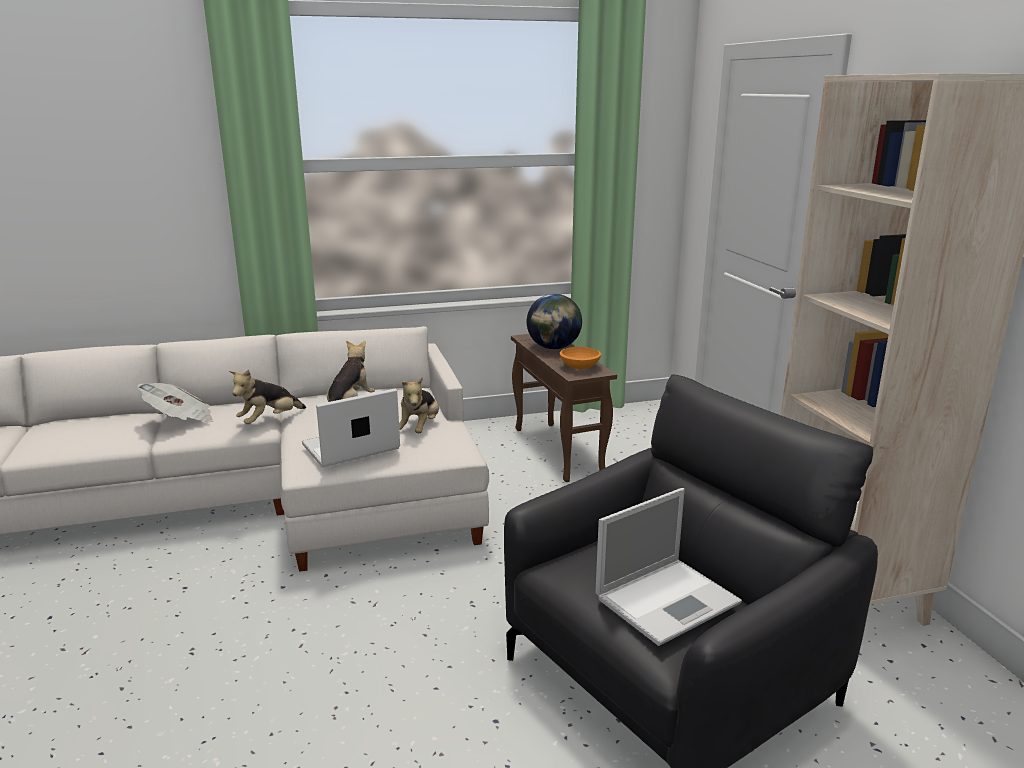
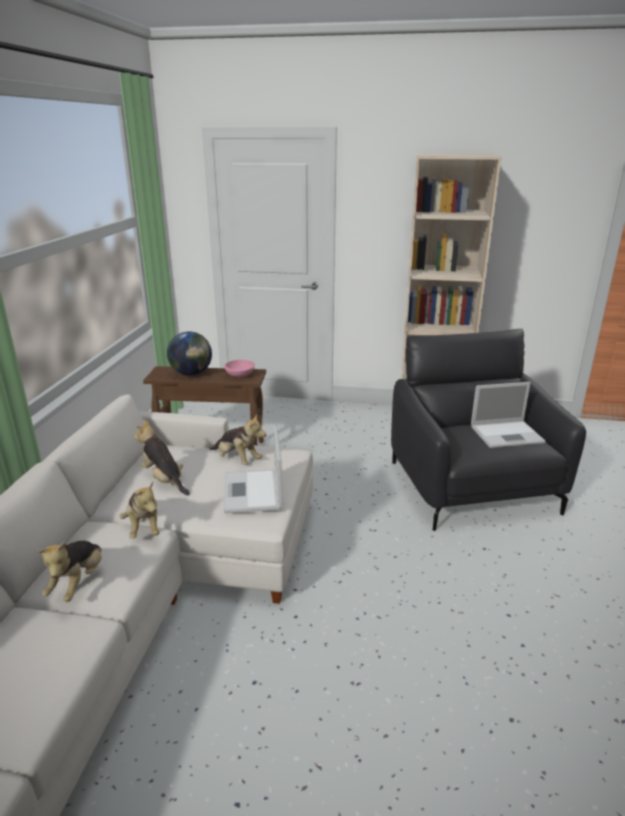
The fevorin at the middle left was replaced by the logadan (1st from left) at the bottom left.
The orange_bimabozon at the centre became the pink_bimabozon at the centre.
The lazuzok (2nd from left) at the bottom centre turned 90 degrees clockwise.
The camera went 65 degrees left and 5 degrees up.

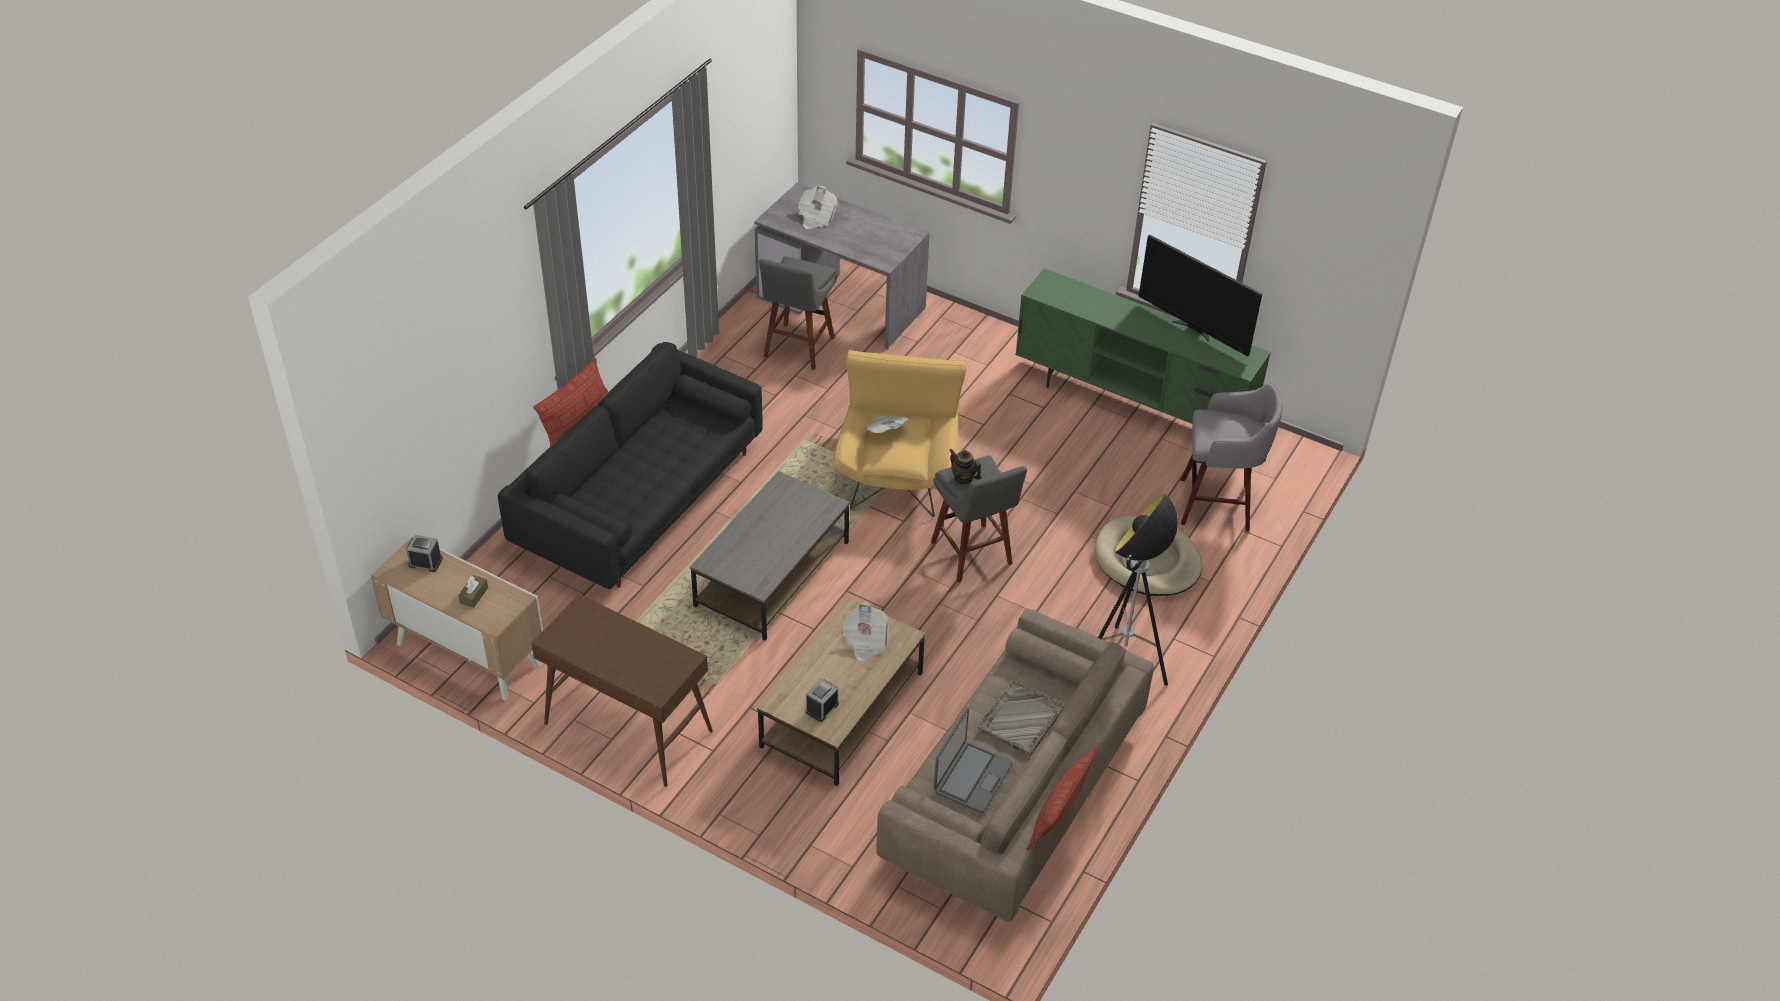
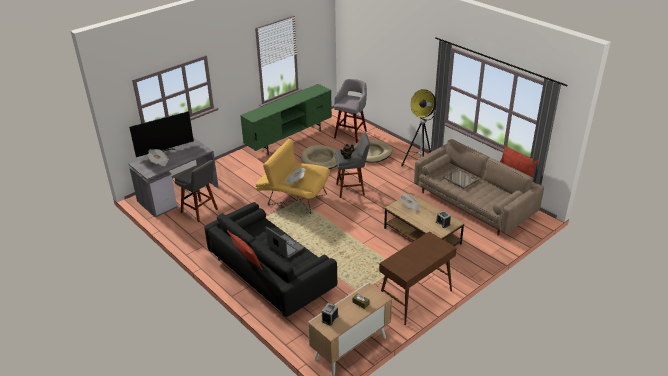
The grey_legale at the centre disappeared.
The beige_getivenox (1st from left) at the centre appeared.
The lazuzok moved from the bottom centre to the centre.
The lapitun moved from the top right to the middle left.
The camera went 70 degrees left and 10 degrees down.

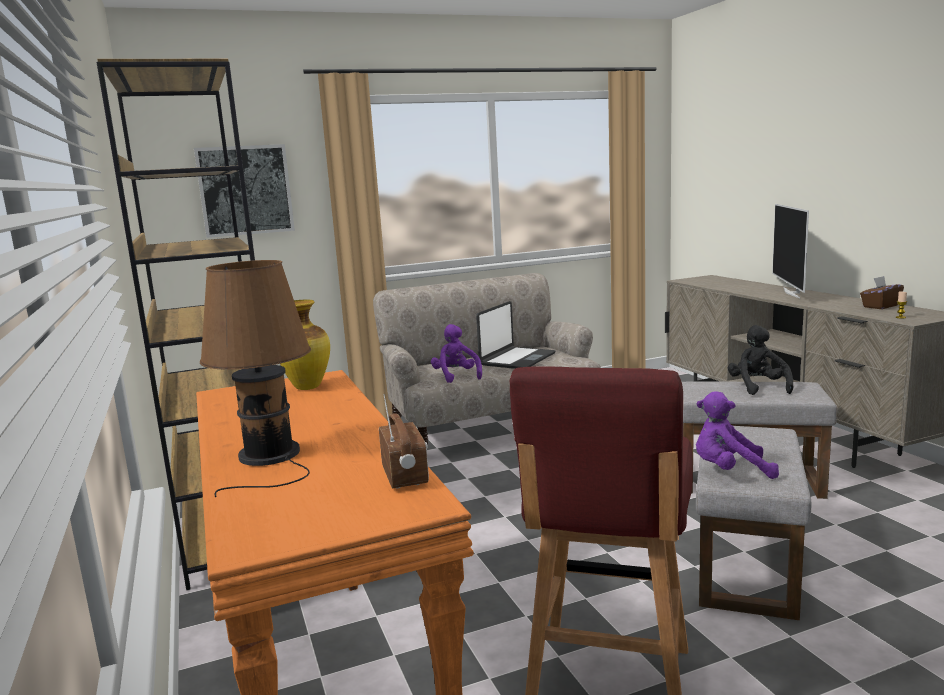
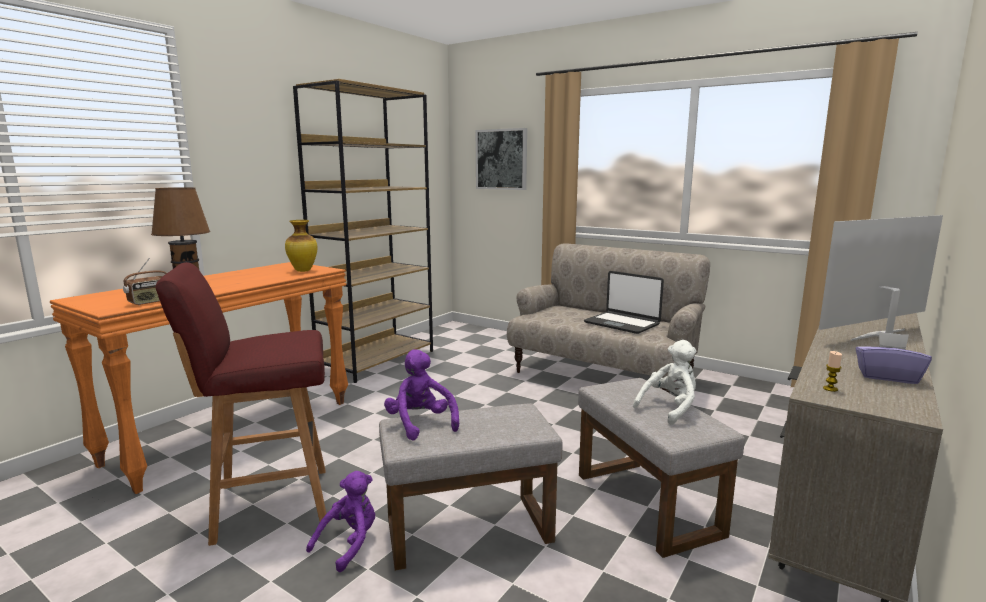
The purple_logadan (1st from left) moved from the centre to the bottom centre.
The black_logadan at the middle right became the white_logadan at the middle right.
The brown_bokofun at the middle right became the purple_bokofun at the middle right.
The lazuzok at the centre turned 45 degrees clockwise.
The camera went 55 degrees right and 0 degrees up.

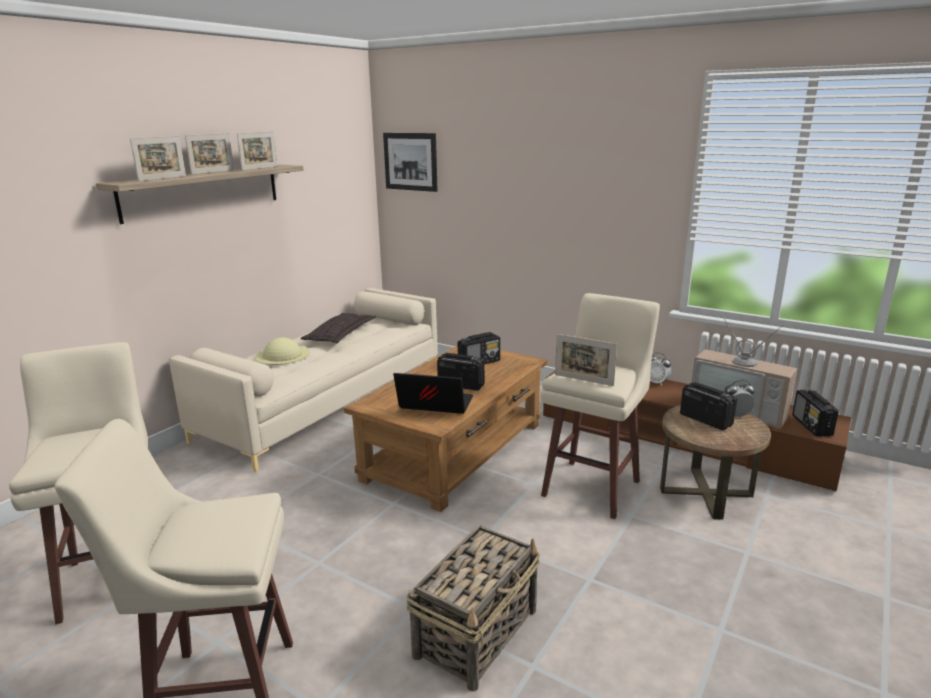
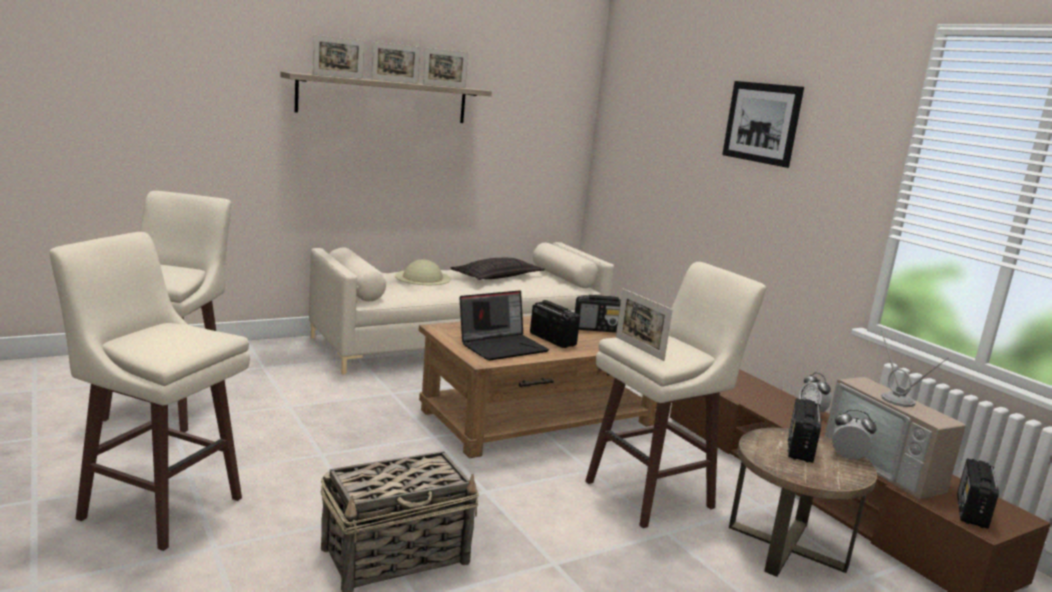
The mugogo moved from the top centre to the top right.
The lazuzok at the centre turned 105 degrees clockwise.
The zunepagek (3rd from left) at the middle right turned 150 degrees counterclockwise.
The camera went 25 degrees right and 5 degrees down.

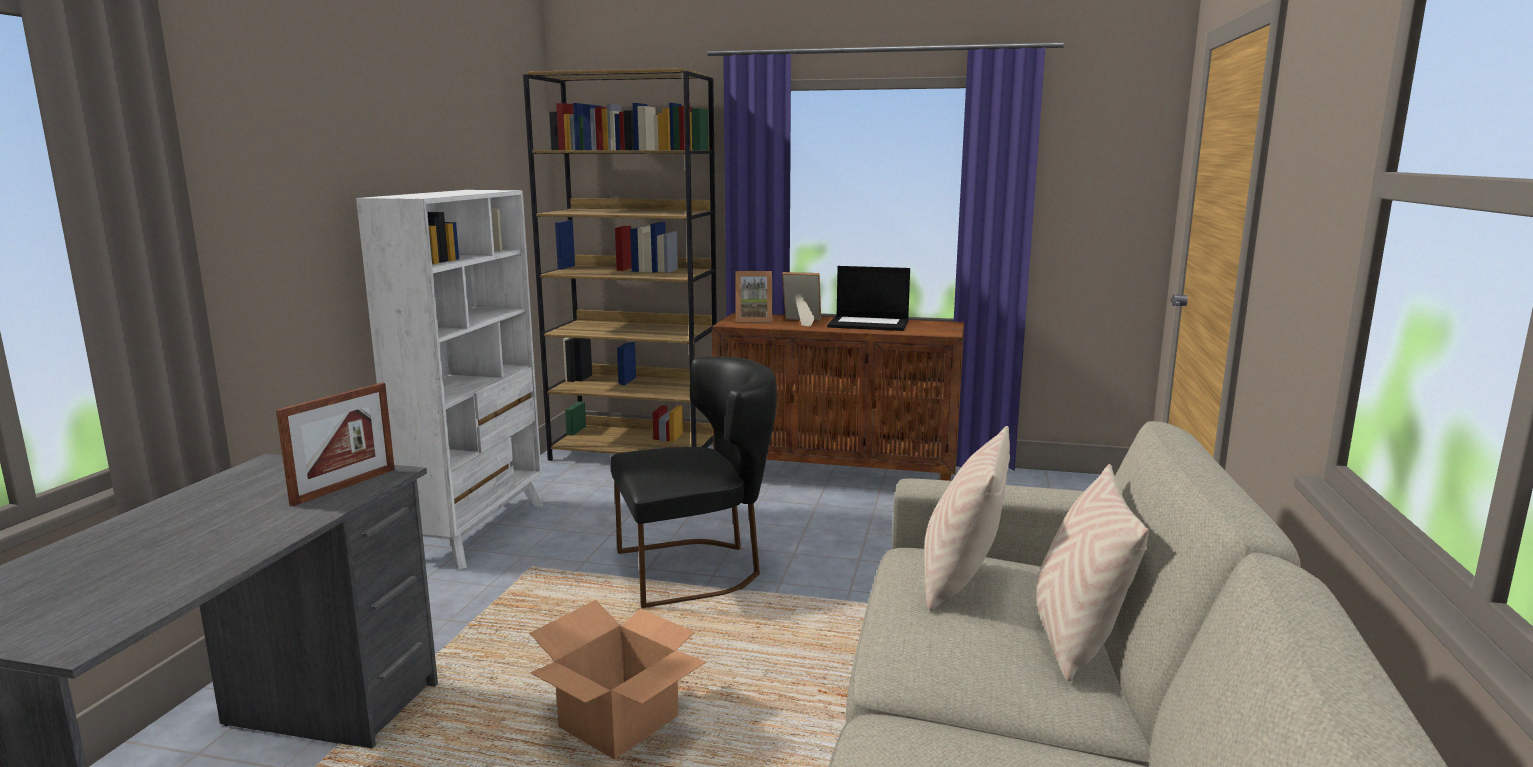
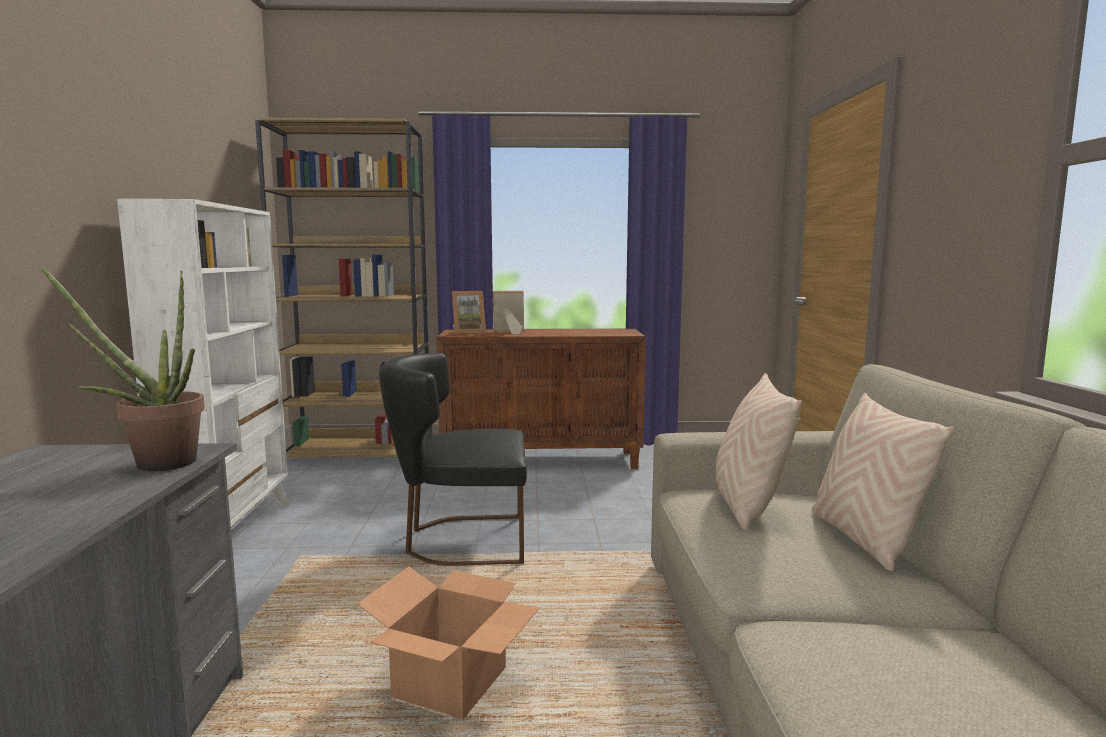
The lazuzok at the centre disappeared.
The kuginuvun (1st from left) at the middle left was replaced by the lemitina at the middle left.
The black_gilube at the centre turned 150 degrees counterclockwise.
The camera went 15 degrees left and 5 degrees down.

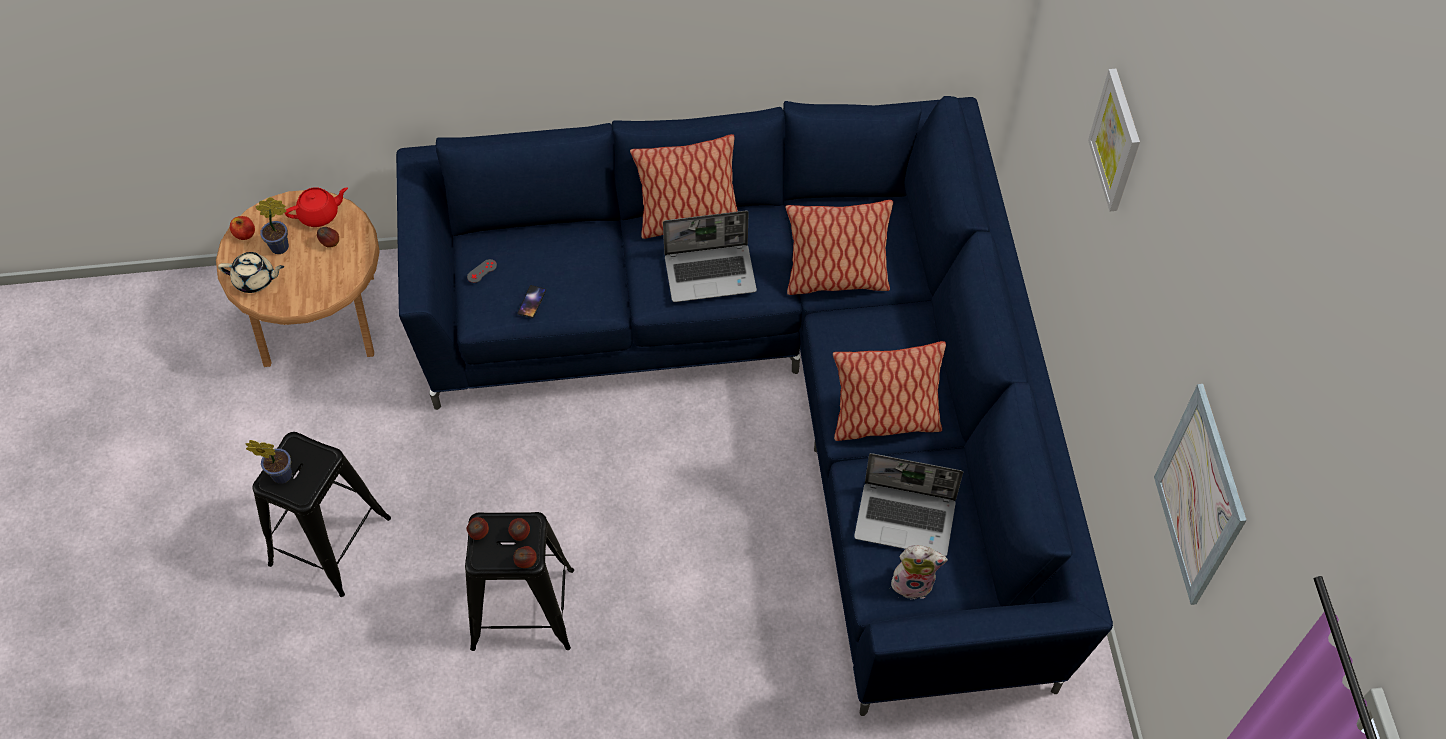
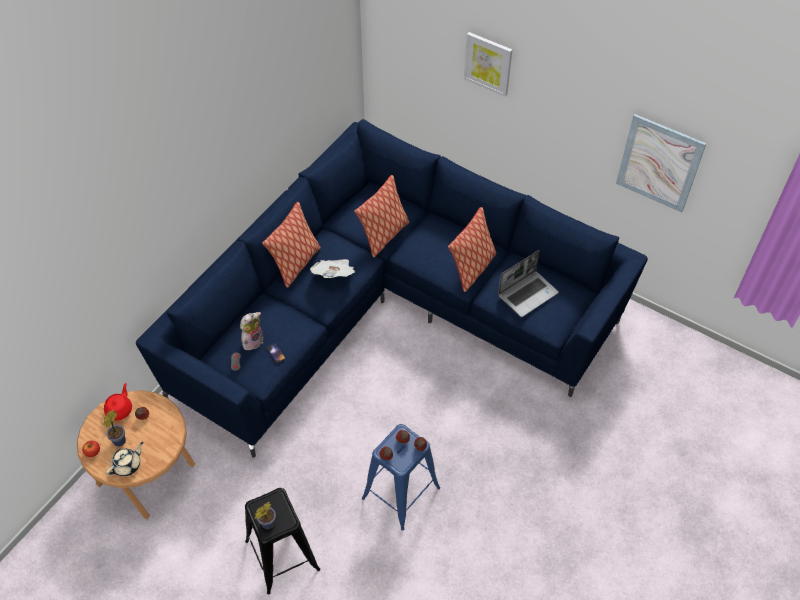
The logadan moved from the bottom centre to the middle left.
The lazuzok (1st from left) at the centre was replaced by the fevorin at the centre.
The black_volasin (2nd from left) at the bottom centre became the blue_volasin at the bottom centre.
The camera went 50 degrees left and 5 degrees down.

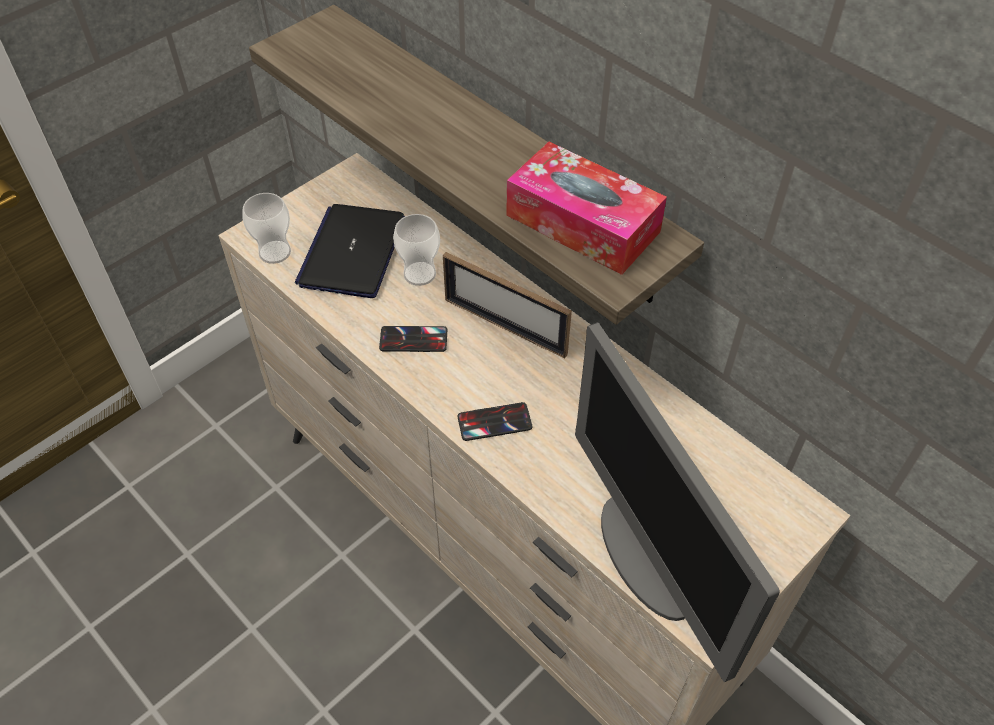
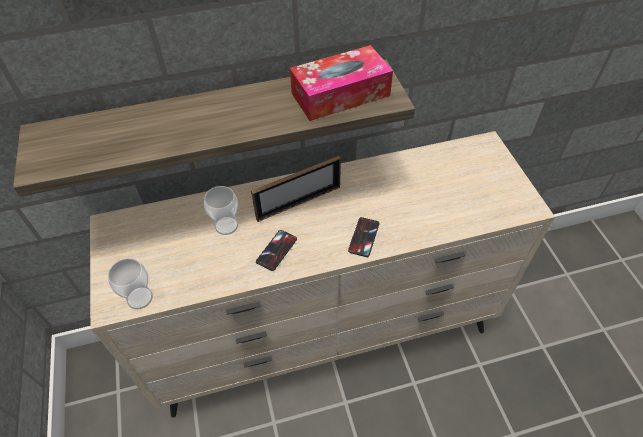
The lazuzok at the centre disappeared.
The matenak at the bottom right disappeared.
The camera went 60 degrees left and 0 degrees up.

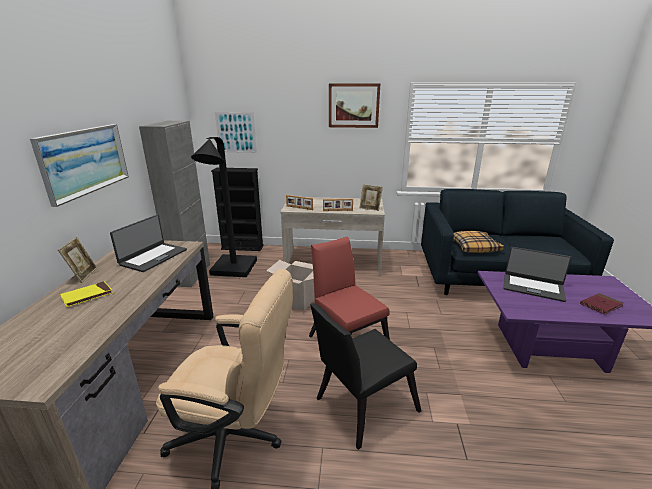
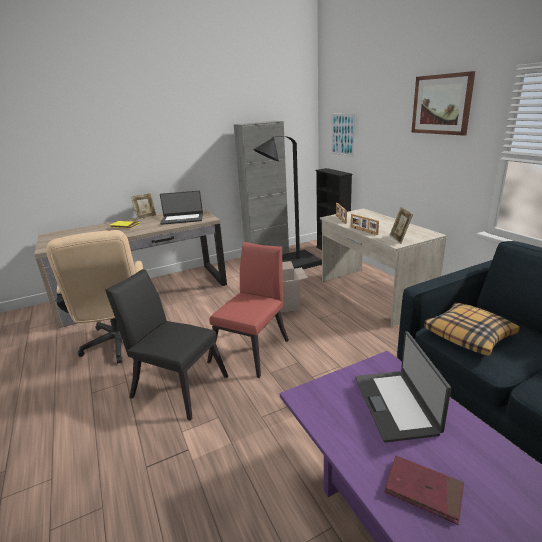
The mugogo (1st from left) at the middle left disappeared.
The camera went 60 degrees right and 0 degrees up.

